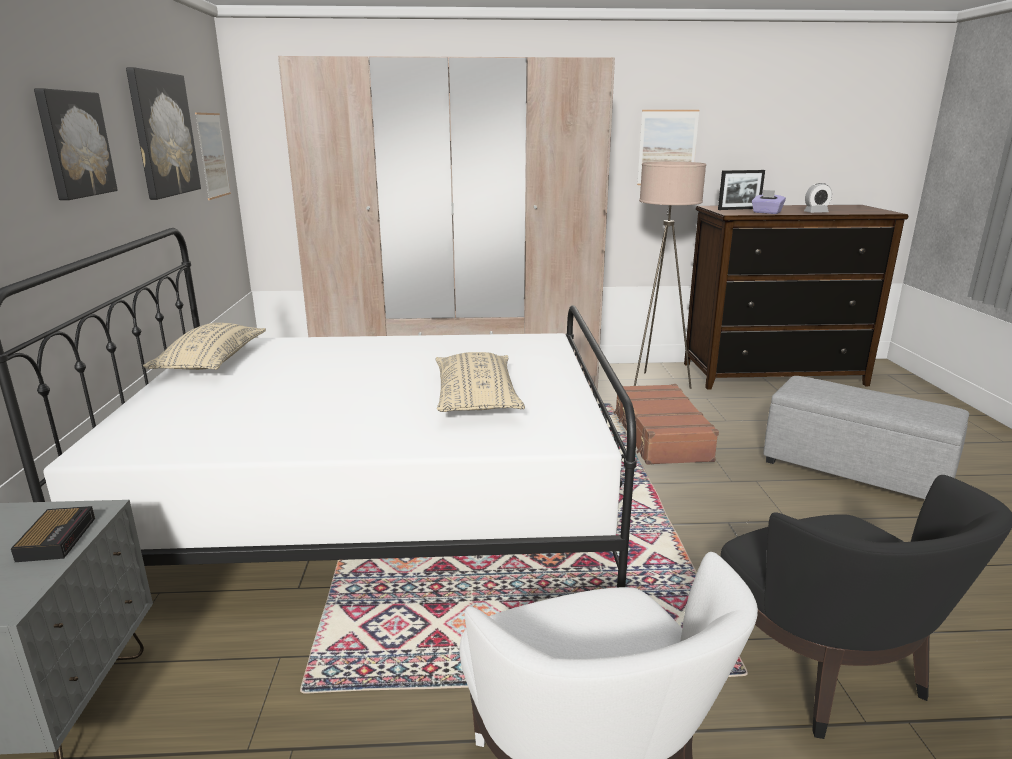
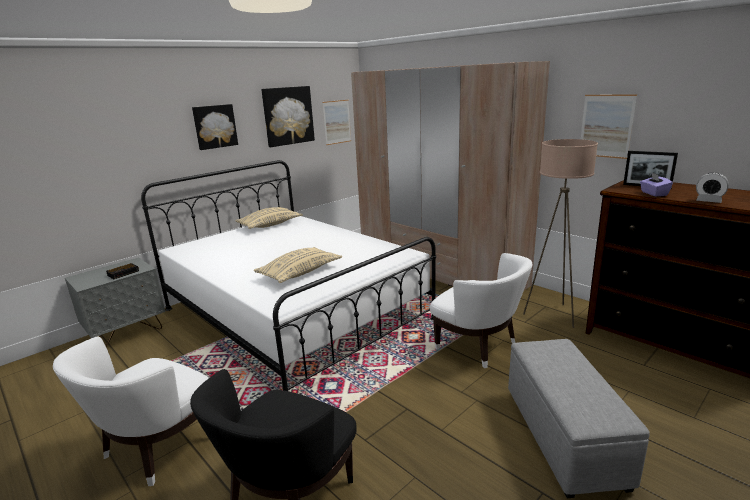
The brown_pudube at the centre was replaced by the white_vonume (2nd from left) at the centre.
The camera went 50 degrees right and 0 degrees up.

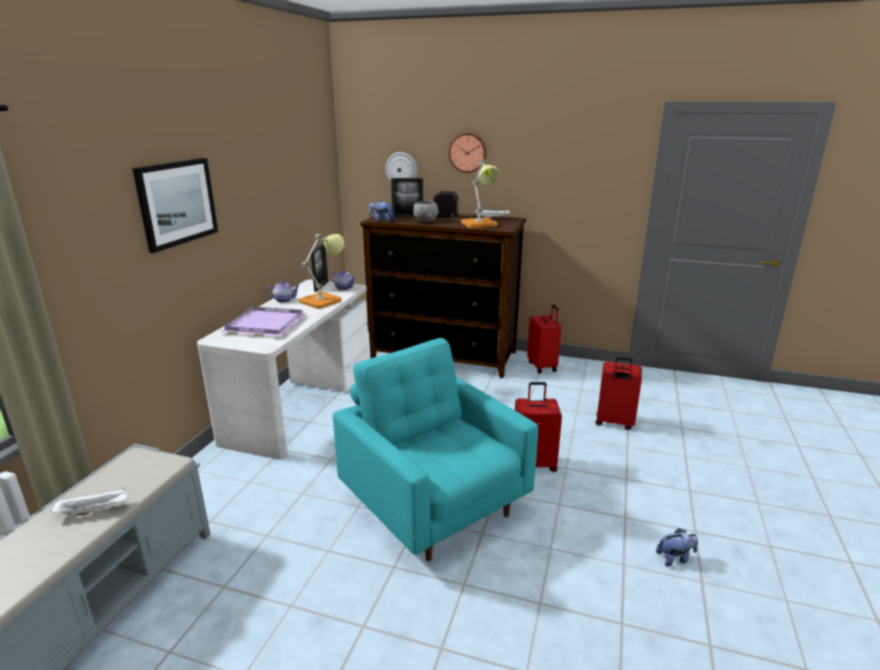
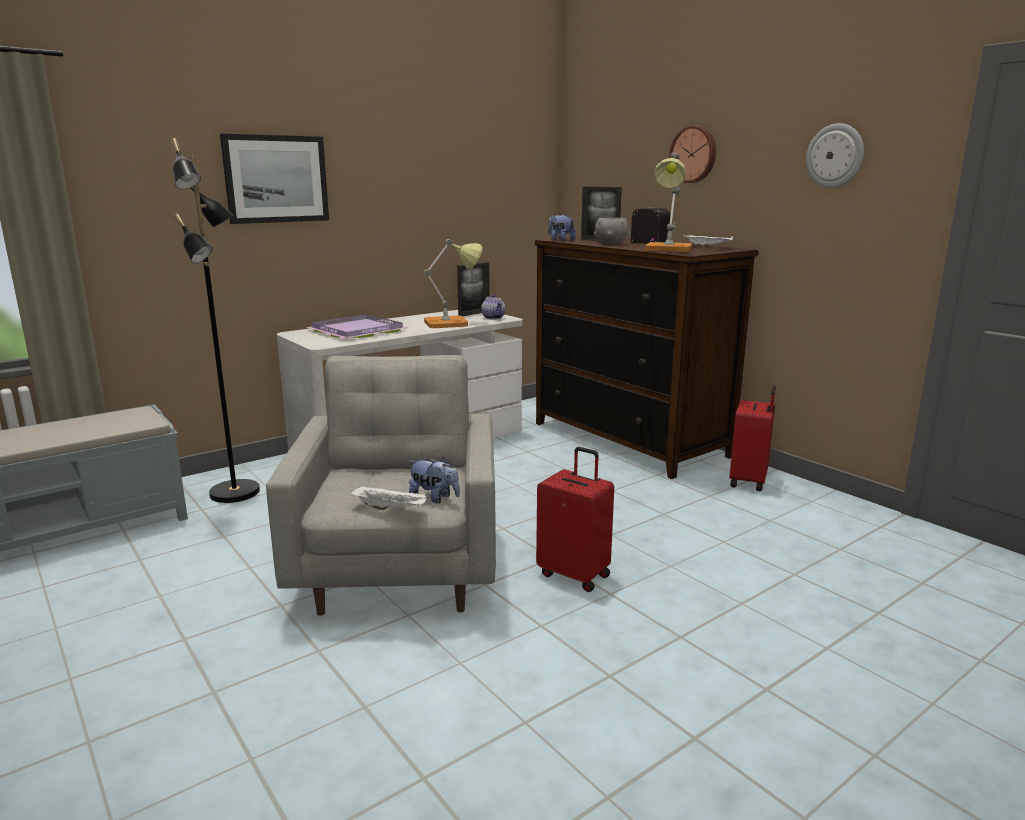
The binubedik (1st from left) at the middle left disappeared.
The red_pudube (3rd from left) at the middle right disappeared.
The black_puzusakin at the middle left appeared.
The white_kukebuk (1st from left) moved from the bottom left to the centre.
The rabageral (1st from left in the first image) moved from the top centre to the top right.
The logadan (2nd from left in the first image) moved from the bottom right to the centre.
The turquoise_vonume at the bottom centre became the grey_vonume at the centre.
The camera went 35 degrees right and 5 degrees down.

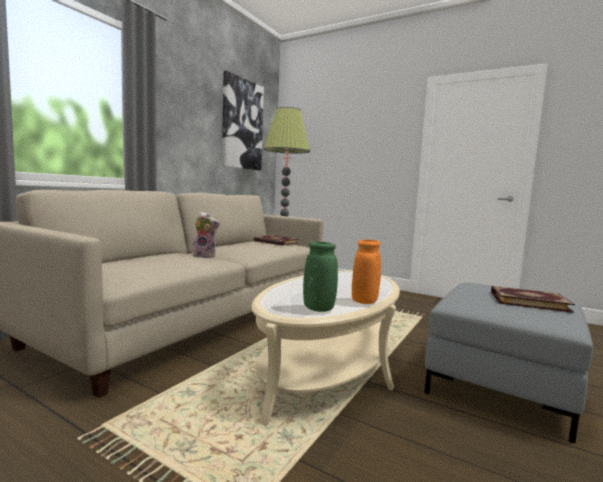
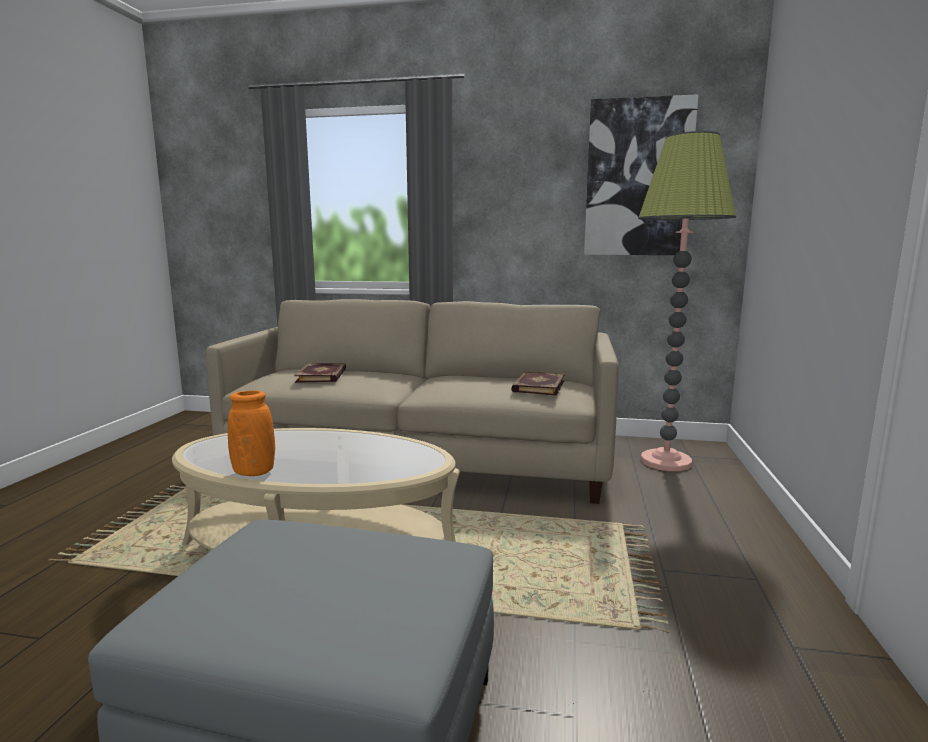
The logadan at the centre disappeared.
The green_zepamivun at the centre disappeared.
The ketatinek (2nd from left in the first image) moved from the middle right to the centre.
The camera went 70 degrees right and 5 degrees up.

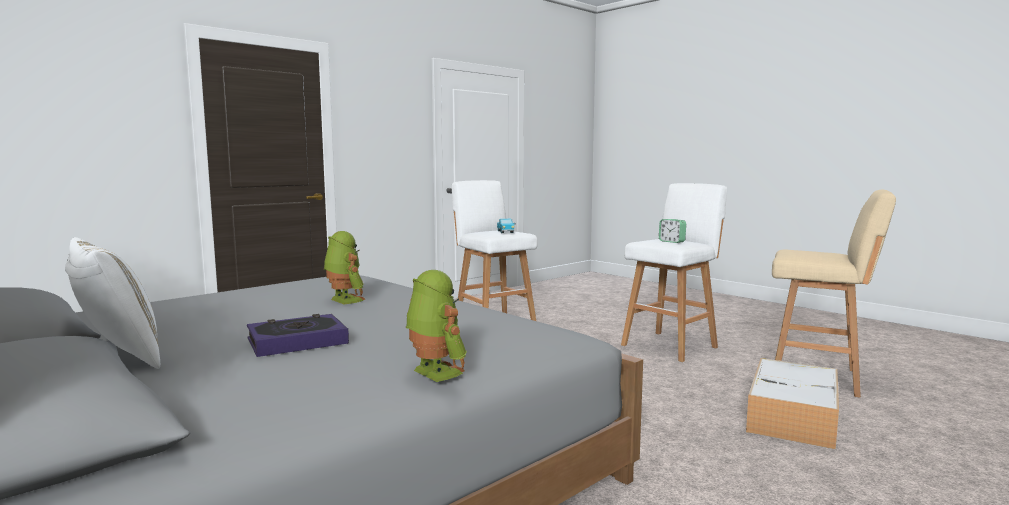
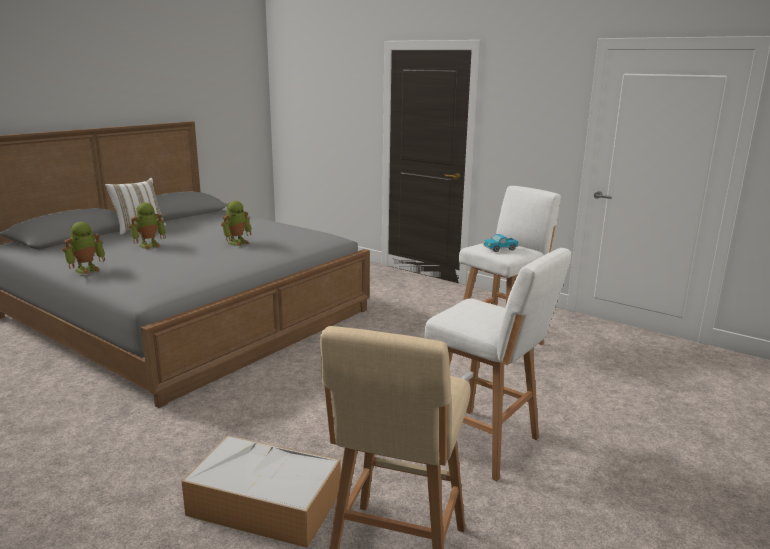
The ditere at the centre disappeared.
The ketatinek at the middle left was replaced by the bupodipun (2nd from left) at the middle left.
The camera went 80 degrees right and 10 degrees up.

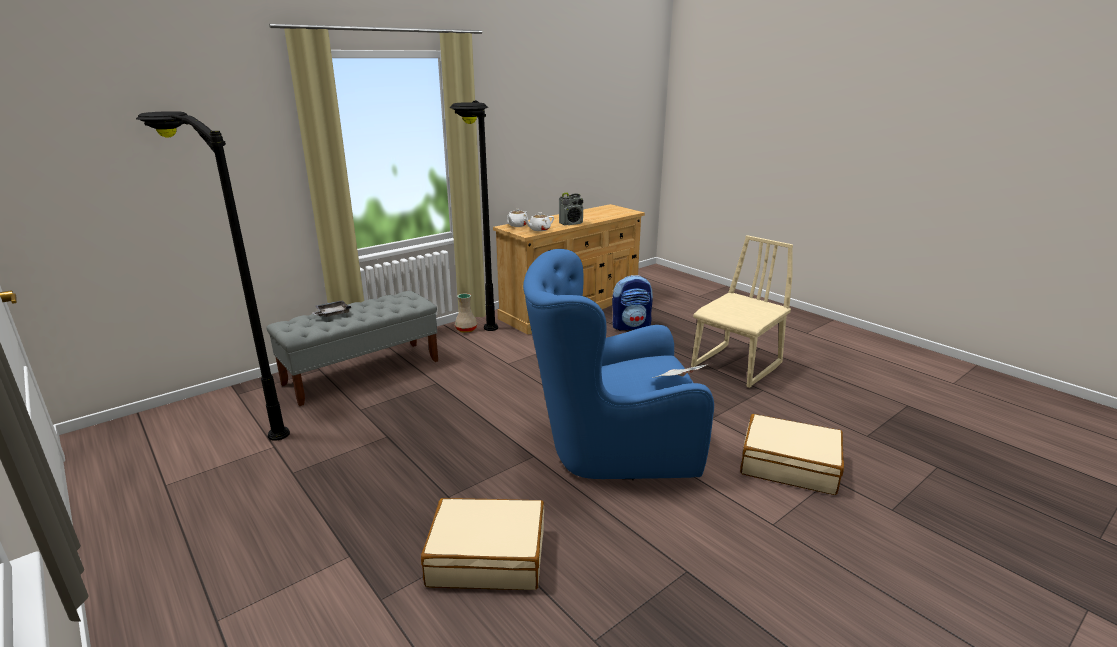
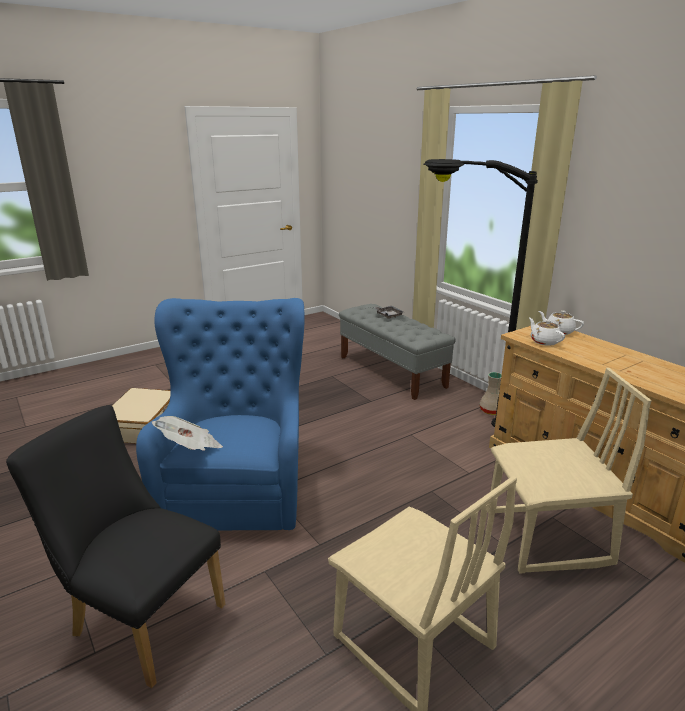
The black_puzusakin (1st from left) at the middle left disappeared.
The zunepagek at the top centre disappeared.
The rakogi at the centre was replaced by the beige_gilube (2nd from left) at the middle right.
The beige_pudube (2nd from left) at the bottom right was replaced by the black_gilube at the bottom left.
The camera went 95 degrees right and 0 degrees up.

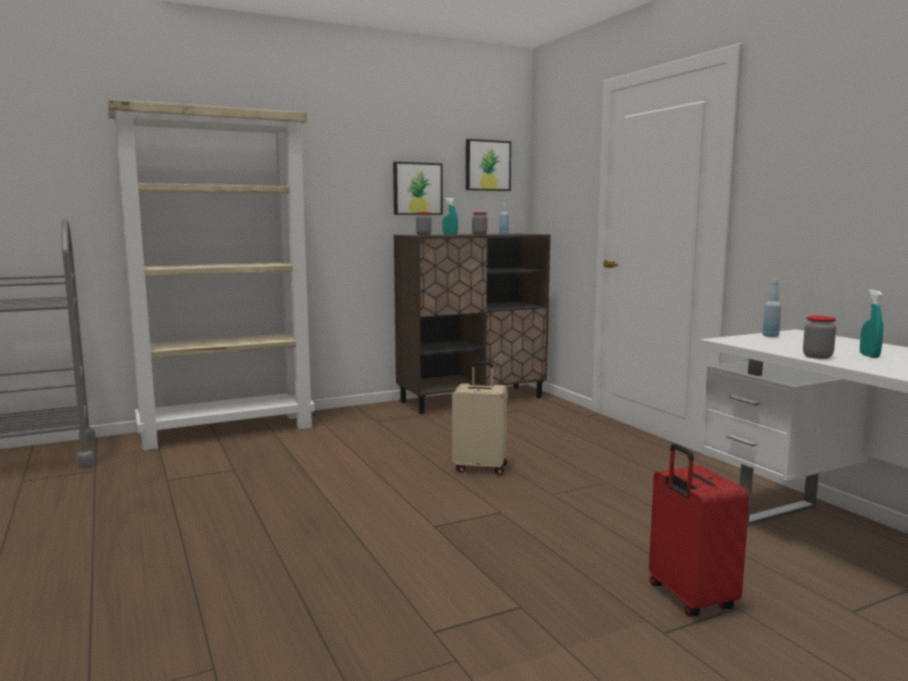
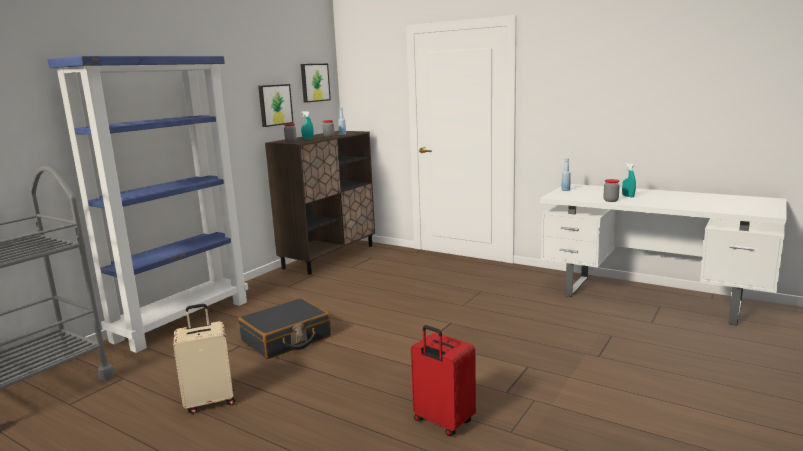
The black_pudube at the bottom centre appeared.
The beige_pudube moved from the centre to the bottom left.
The red_pudube moved from the bottom right to the bottom centre.
The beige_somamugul at the middle left became the blue_somamugul at the middle left.
The camera went 30 degrees left and 5 degrees up.

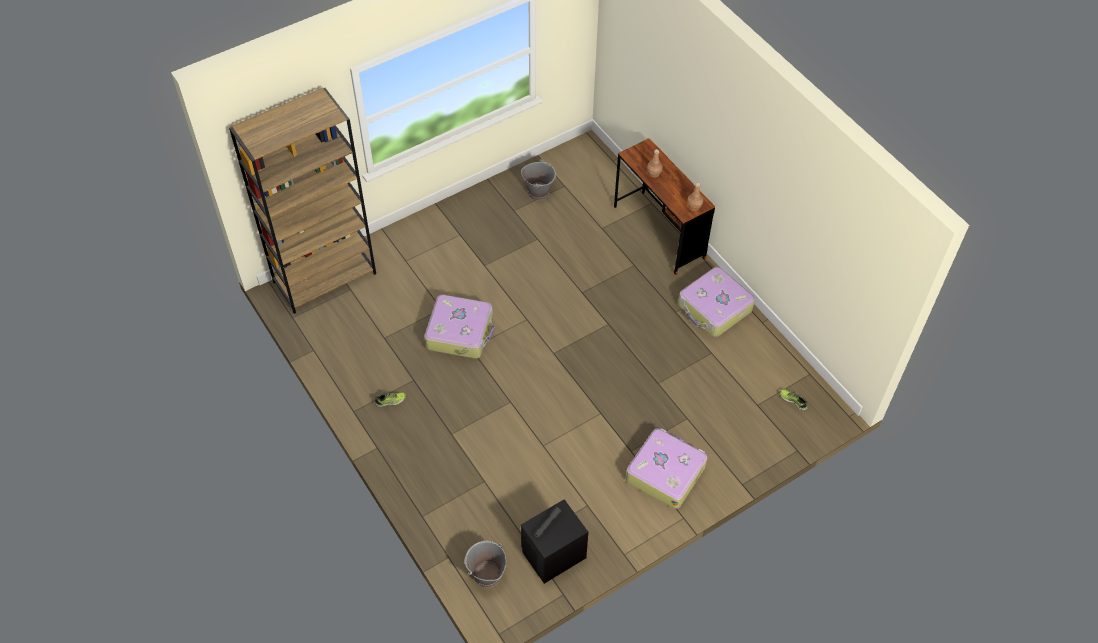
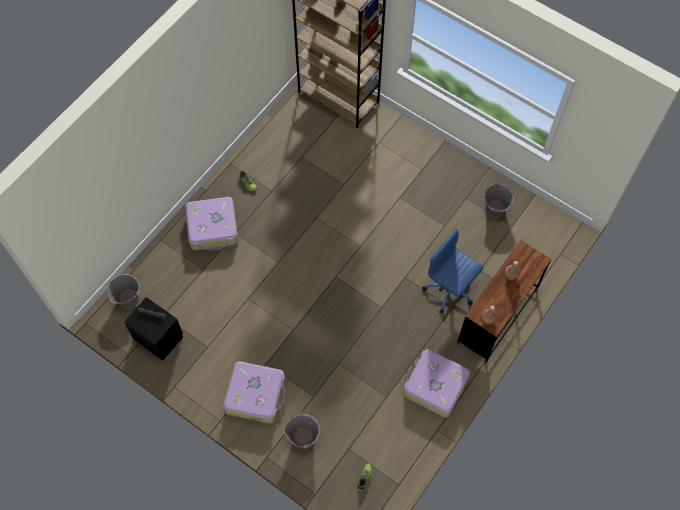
The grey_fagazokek (2nd from left) at the bottom centre appeared.
The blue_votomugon at the centre appeared.
The pudube (1st from left) moved from the centre to the middle left.
The camera went 70 degrees right and 10 degrees up.

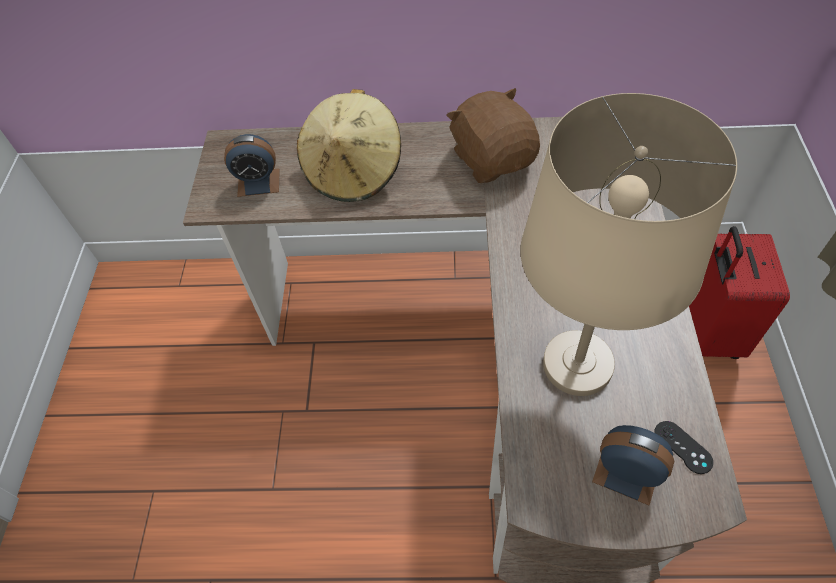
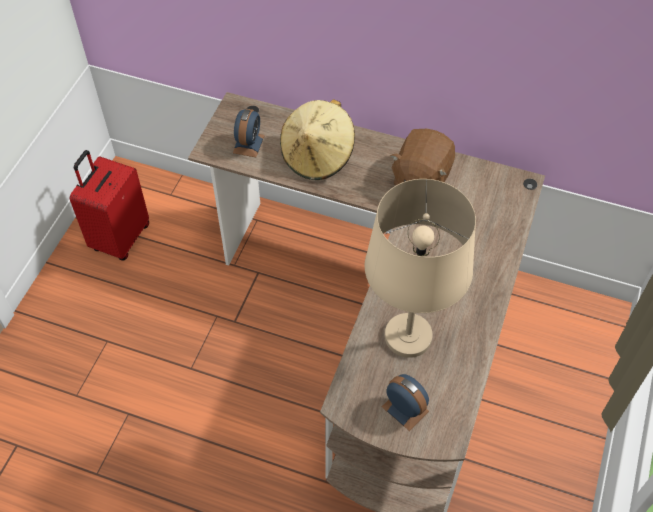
The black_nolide at the bottom right disappeared.
The red_pudube moved from the middle right to the middle left.
The ditere (1st from left) at the top left turned 90 degrees counterclockwise.
The brown_logadan at the top centre turned 150 degrees counterclockwise.
The camera went 15 degrees right and 0 degrees up.

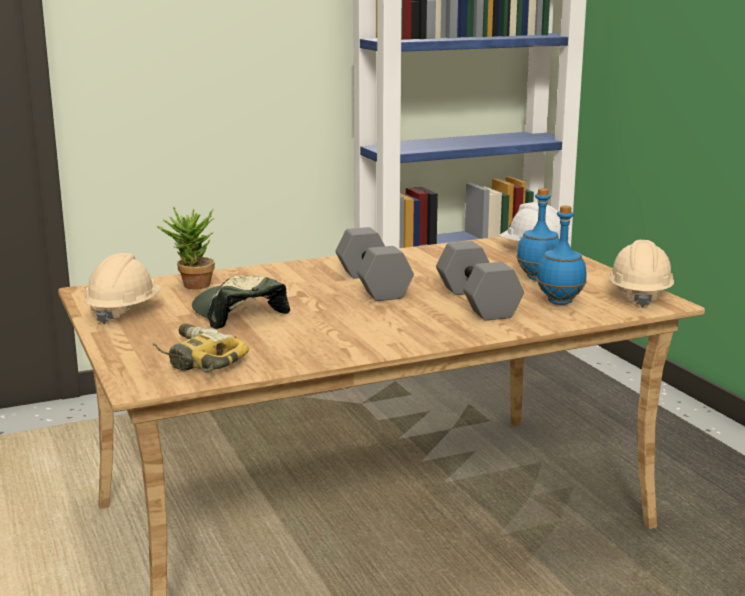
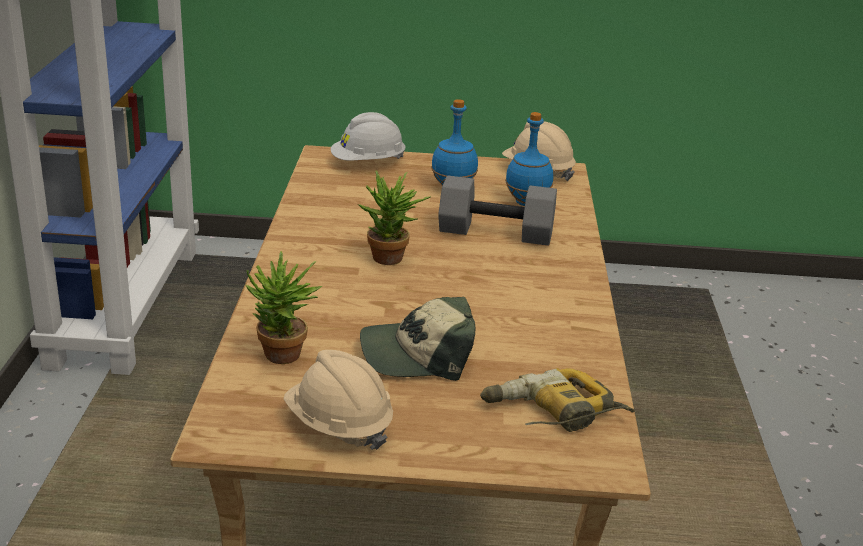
The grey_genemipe (1st from left) at the centre was replaced by the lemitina (2nd from left) at the centre.
The camera went 65 degrees left and 10 degrees up.

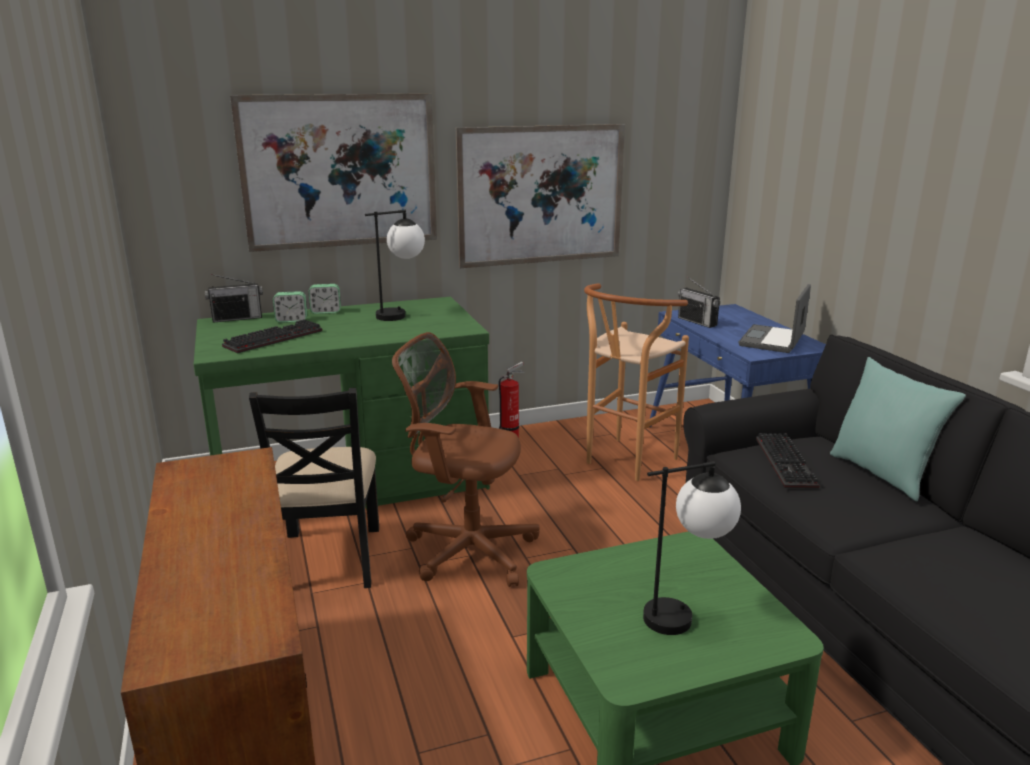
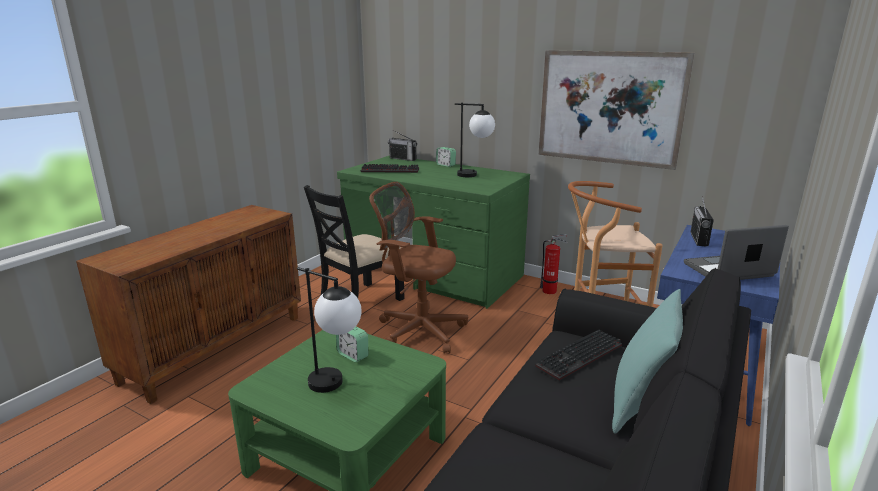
The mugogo (1st from left) at the top left disappeared.
The ditere (1st from left) moved from the middle left to the bottom centre.
The brown_votomugon at the centre turned 45 degrees counterclockwise.
The camera went 50 degrees right and 0 degrees up.

